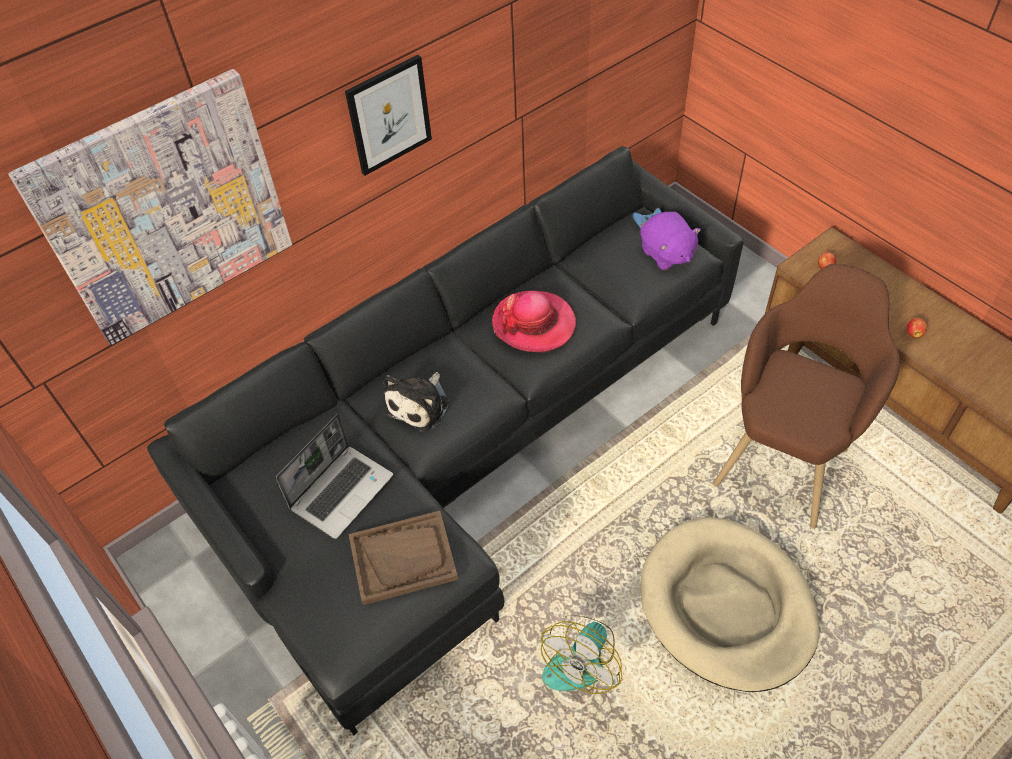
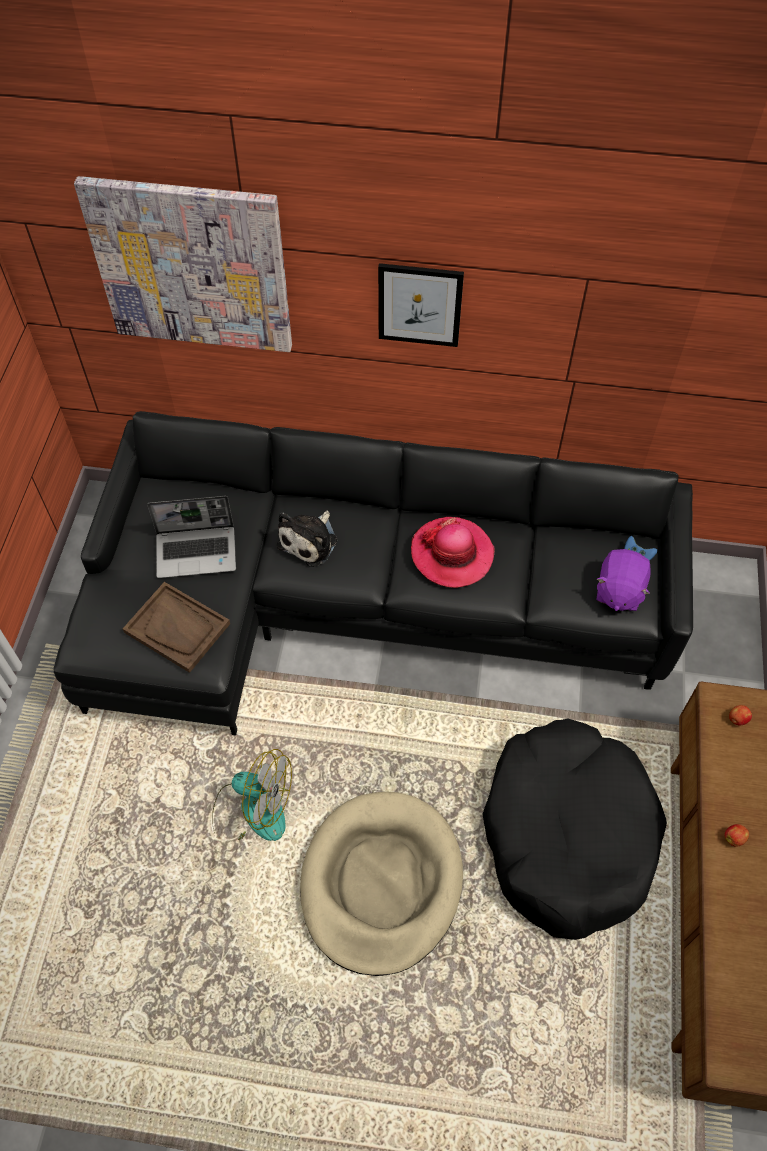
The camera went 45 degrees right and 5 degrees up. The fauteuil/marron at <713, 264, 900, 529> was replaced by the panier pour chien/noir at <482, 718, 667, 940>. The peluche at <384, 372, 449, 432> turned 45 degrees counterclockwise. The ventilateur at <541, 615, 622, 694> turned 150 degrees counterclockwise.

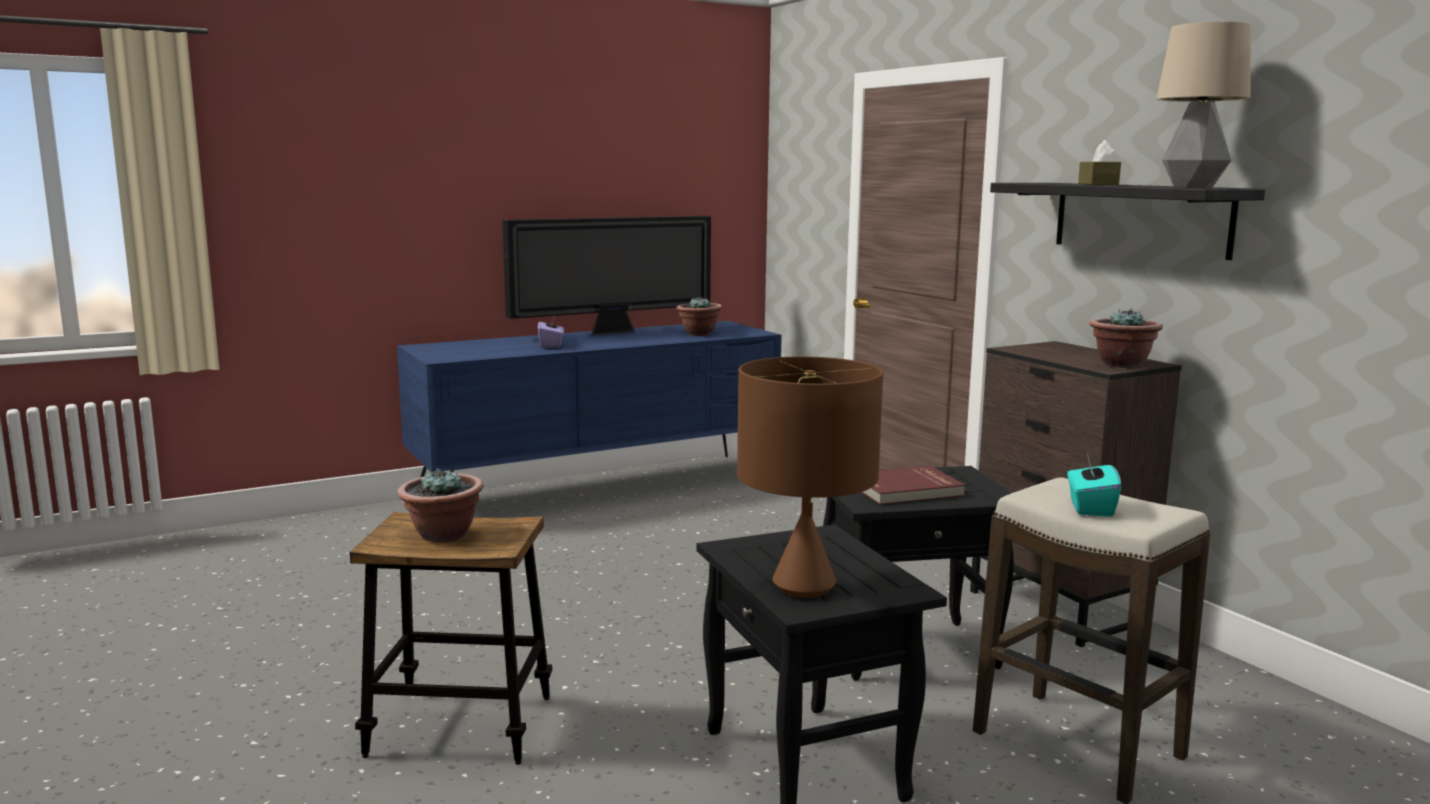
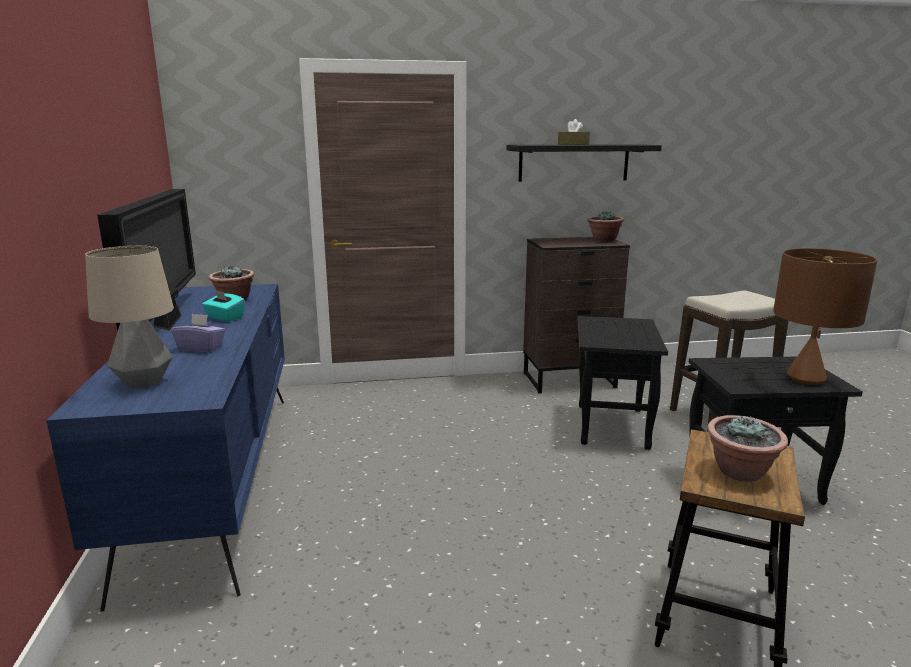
The camera went 70 degrees left and 5 degrees up. The livre/rouge at <861, 466, 966, 505> disappeared. The boîte à mouchoirs/turquoise moved from <1067, 454, 1121, 517> to <202, 289, 245, 322>. The lampe de table moved from <1156, 22, 1251, 188> to <85, 246, 174, 388>.

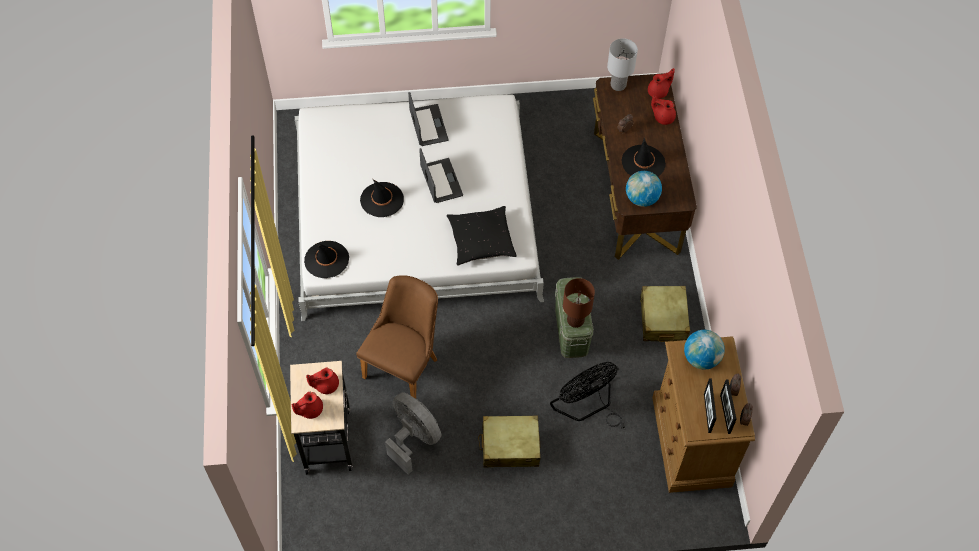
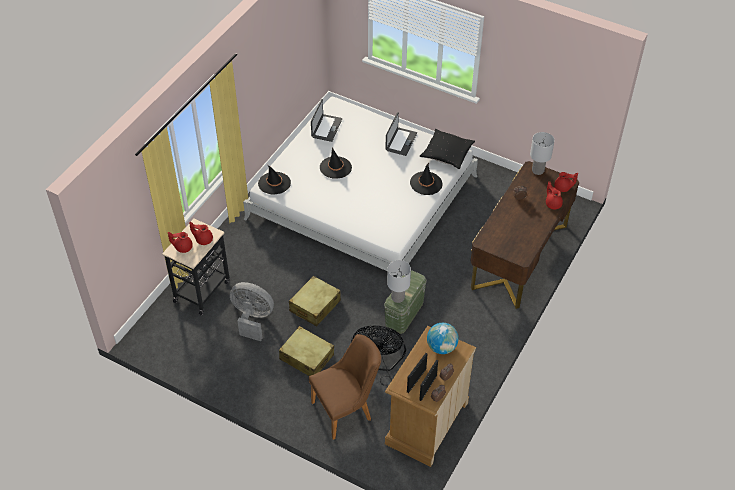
The camera went 35 degrees right and 10 degrees down. The globe at <626, 171, 662, 207> disappeared. The chaise/marron moved from <356, 275, 438, 398> to <309, 334, 381, 440>. The ordinateur portable moved from <419, 148, 463, 203> to <311, 99, 342, 142>. The coussin/noir moved from <447, 206, 517, 266> to <420, 129, 475, 169>. The chapeau/noir moved from <621, 137, 666, 177> to <410, 163, 443, 195>. The valise/beige moved from <640, 286, 690, 342> to <289, 276, 341, 326>. The lampe de table/marron at <563, 278, 595, 328> became the lampe de table/gris at <387, 260, 411, 303>. The ventilateur/gris at <385, 392, 441, 474> turned 60 degrees counterclockwise.

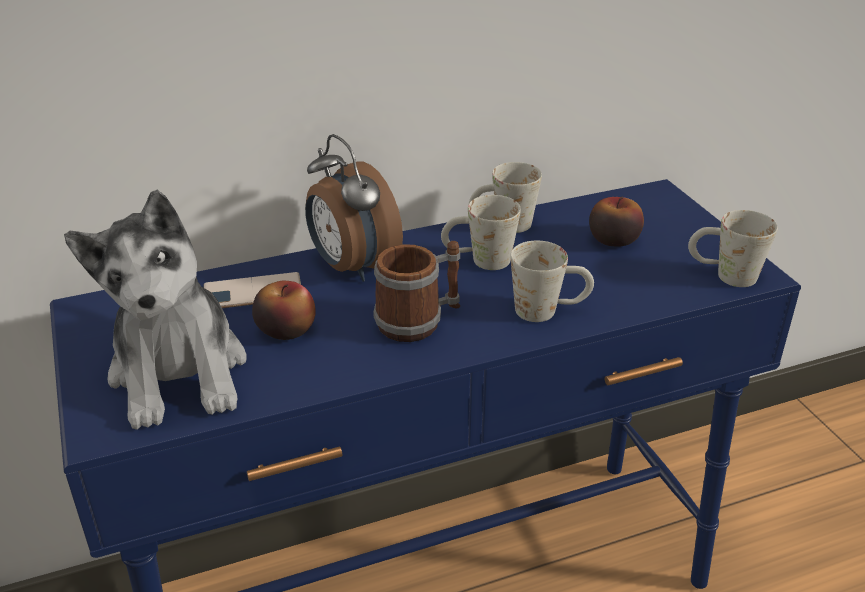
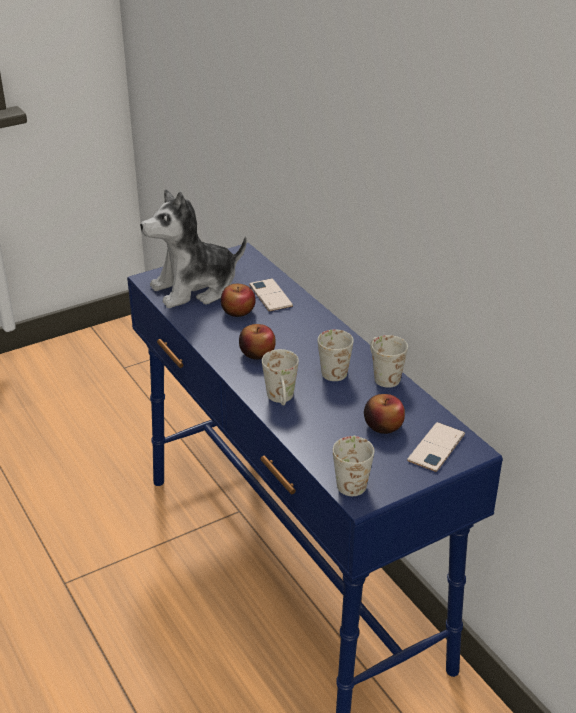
The camera went 80 degrees right and 0 degrees up. The réveil at <305, 134, 403, 282> disappeared. The téléphone at <407, 422, 465, 472> appeared. The mug at <373, 241, 460, 342> was replaced by the pomme at <239, 324, 276, 359>.

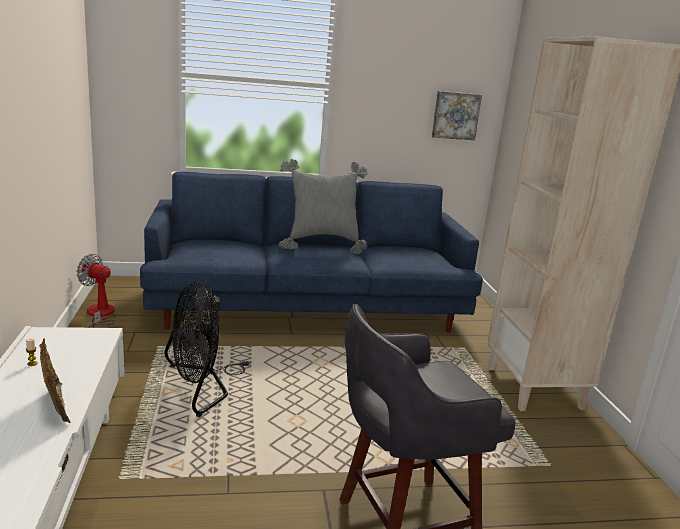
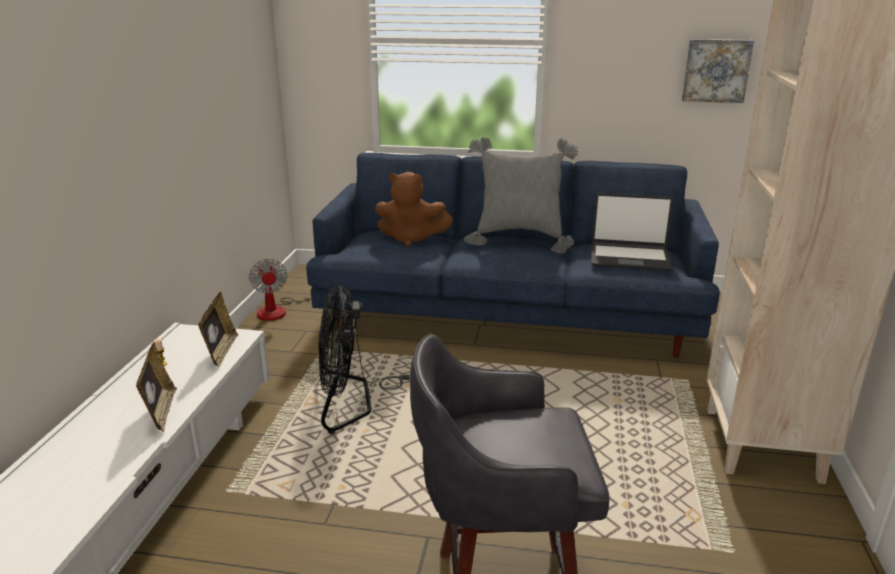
The camera went 20 degrees right and 5 degrees up. The cadre photo at <198, 292, 239, 367> appeared. The peluche/marron at <375, 172, 453, 247> appeared. The ordinateur portable at <591, 193, 674, 271> appeared. The ventilateur at <77, 254, 117, 328> turned 150 degrees counterclockwise.

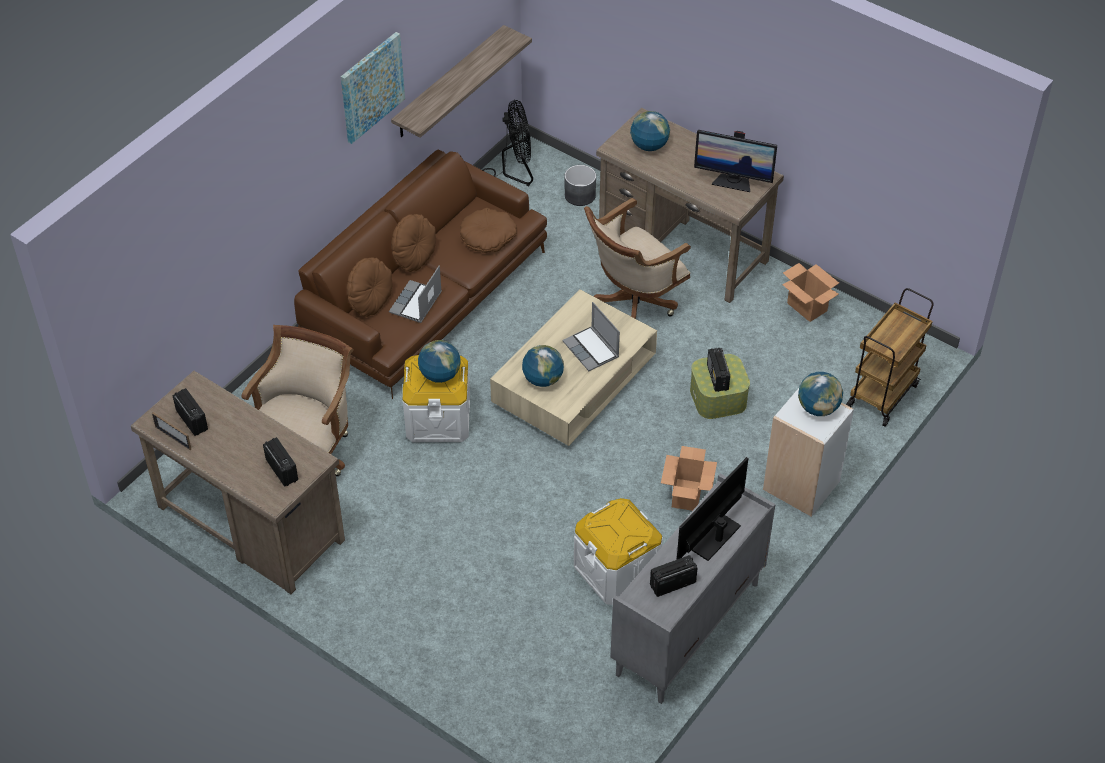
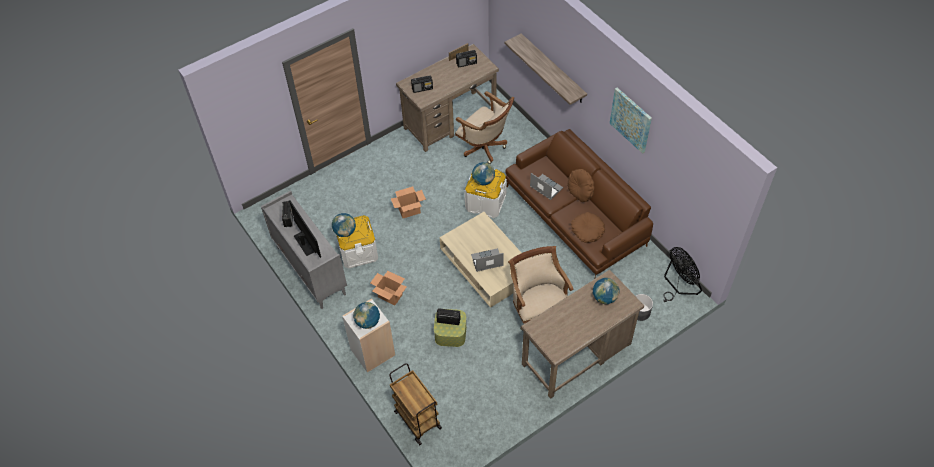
The camera went 110 degrees right and 5 degrees up. The coussin/marron at <347, 257, 392, 317> disappeared. The écran d'ordinateur at <694, 130, 777, 192> disappeared. The étagère moved from <391, 25, 532, 138> to <505, 33, 587, 105>. The globe moved from <522, 345, 564, 387> to <332, 213, 356, 237>. The carton moved from <782, 263, 839, 322> to <391, 187, 426, 218>. The ventilateur/noir at <483, 99, 533, 186> turned 135 degrees counterclockwise.

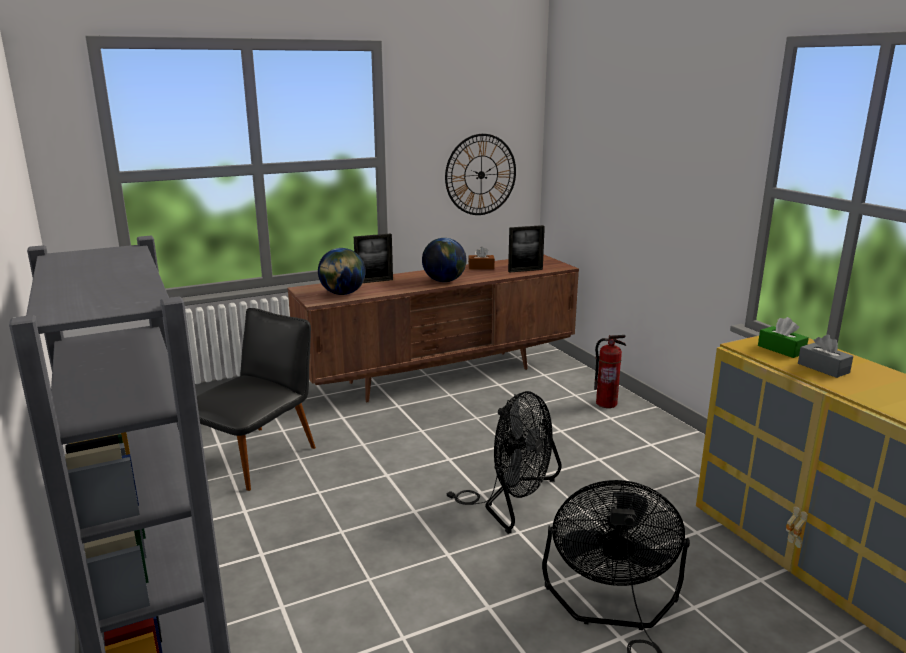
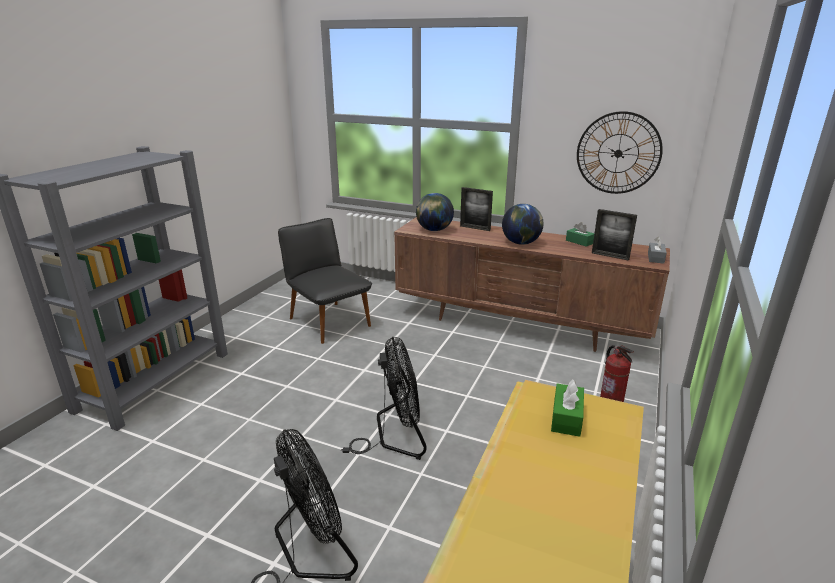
The camera went 50 degrees right and 5 degrees up. The boîte à mouchoirs/gris moved from <798, 334, 853, 378> to <648, 237, 667, 264>. The boîte à mouchoirs/marron at <468, 247, 495, 269> became the boîte à mouchoirs/vert at <566, 222, 594, 247>. The chaise/noir at <197, 308, 316, 491> turned 120 degrees counterclockwise. The ventilateur/noir at <447, 391, 562, 534> turned 90 degrees counterclockwise.

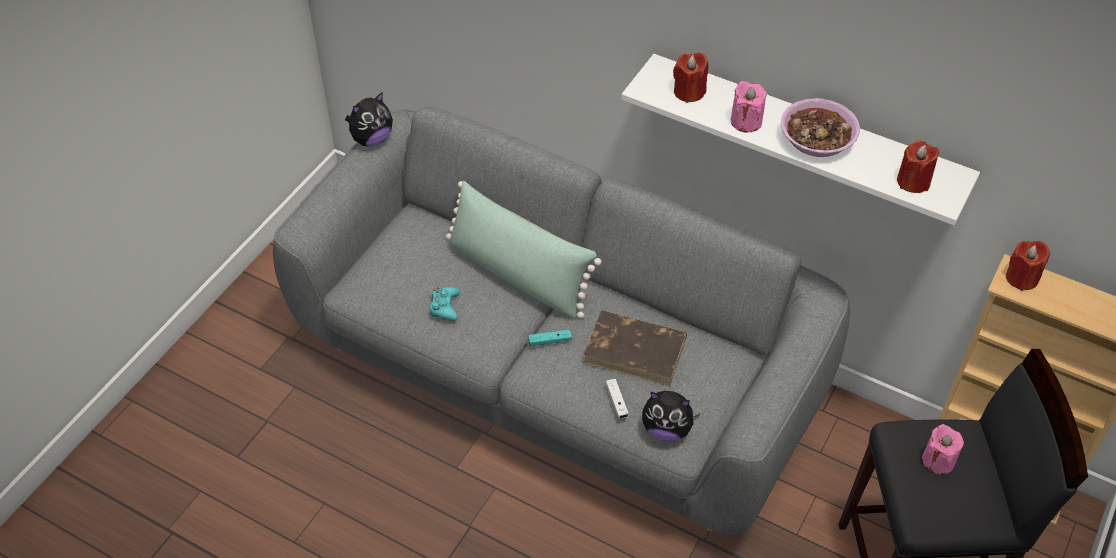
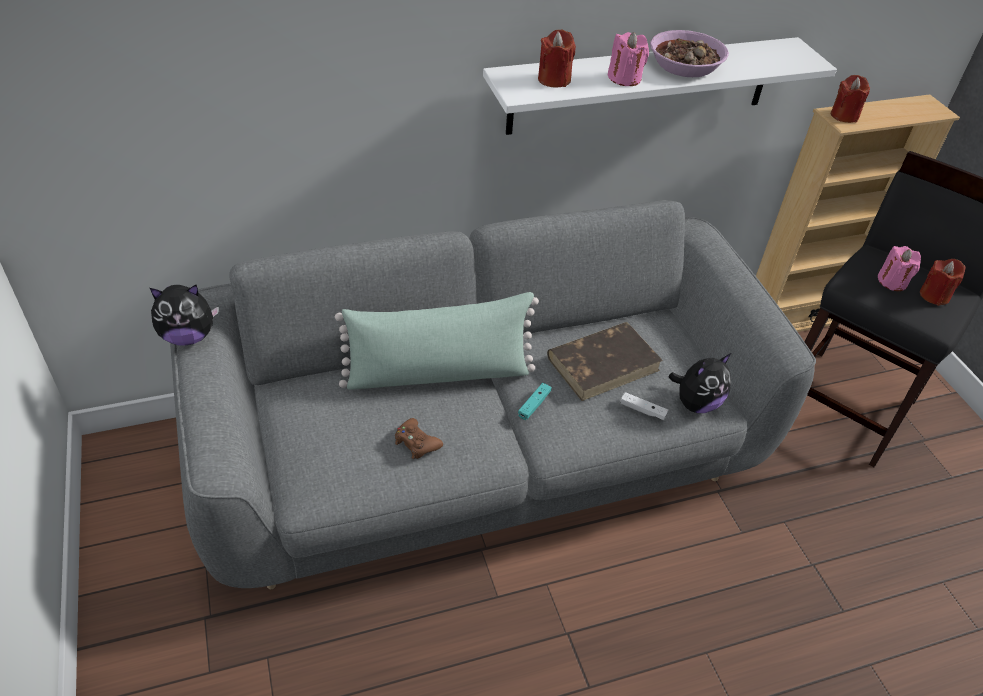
The camera went 50 degrees left and 5 degrees down. The bougie/rouge moved from <897, 141, 940, 193> to <920, 259, 966, 306>. The manette/turquoise at <430, 287, 460, 321> became the manette/marron at <395, 418, 443, 459>. The peluche at <345, 92, 393, 147> turned 75 degrees clockwise.

